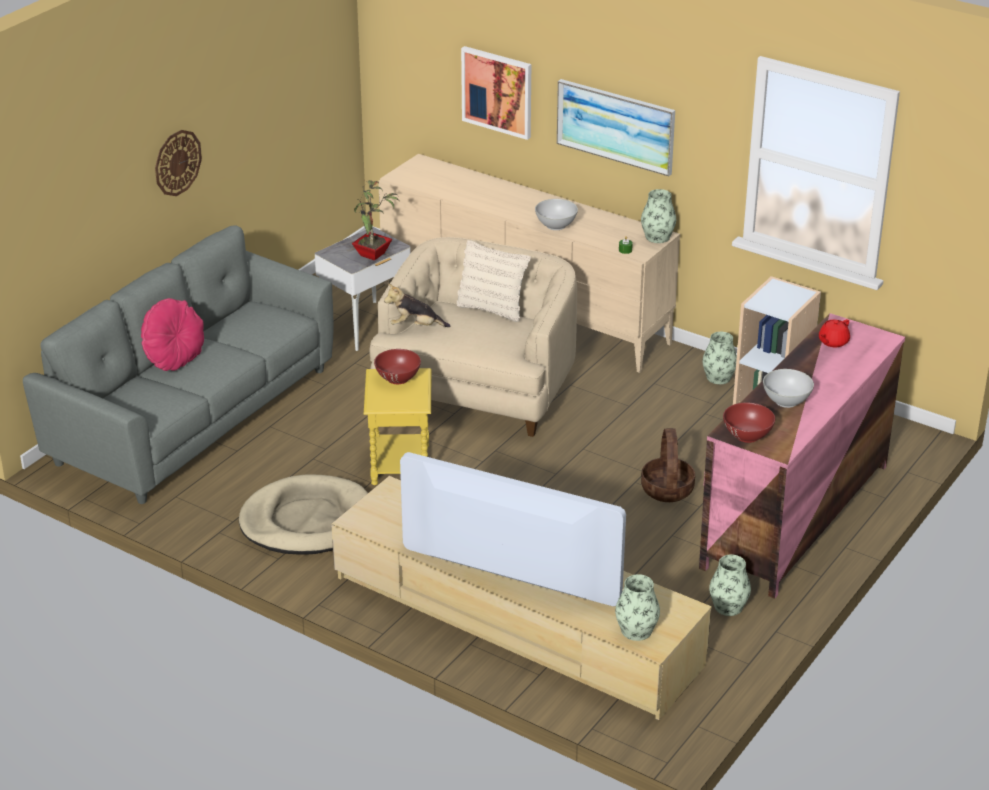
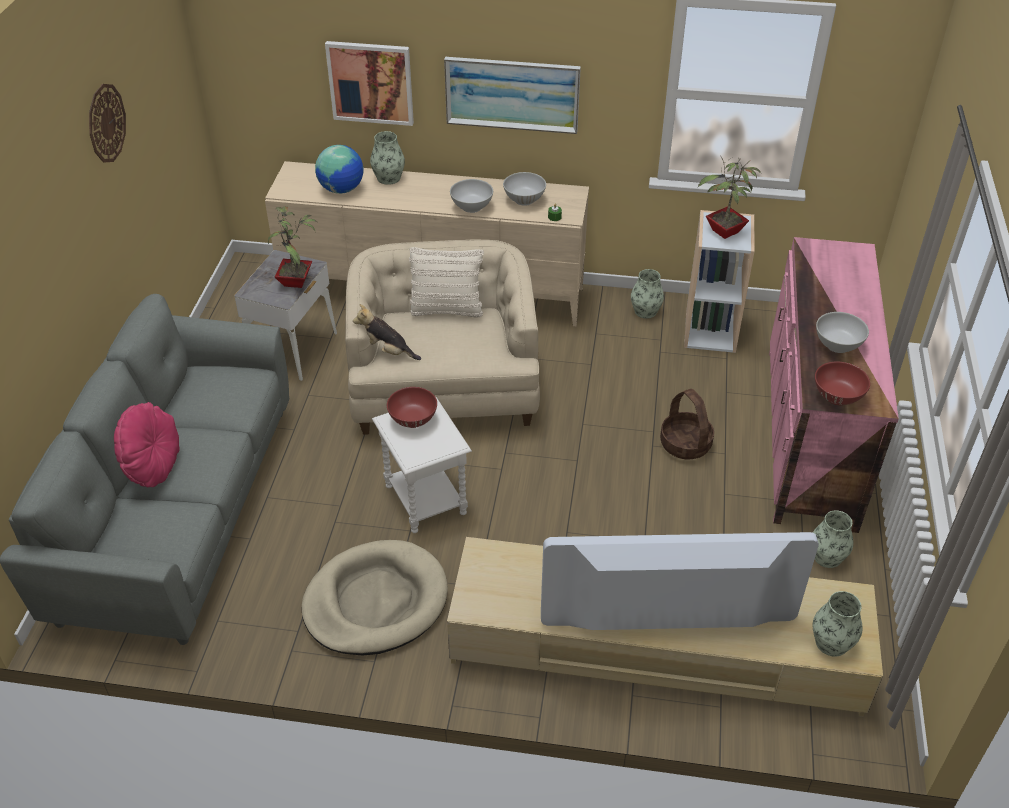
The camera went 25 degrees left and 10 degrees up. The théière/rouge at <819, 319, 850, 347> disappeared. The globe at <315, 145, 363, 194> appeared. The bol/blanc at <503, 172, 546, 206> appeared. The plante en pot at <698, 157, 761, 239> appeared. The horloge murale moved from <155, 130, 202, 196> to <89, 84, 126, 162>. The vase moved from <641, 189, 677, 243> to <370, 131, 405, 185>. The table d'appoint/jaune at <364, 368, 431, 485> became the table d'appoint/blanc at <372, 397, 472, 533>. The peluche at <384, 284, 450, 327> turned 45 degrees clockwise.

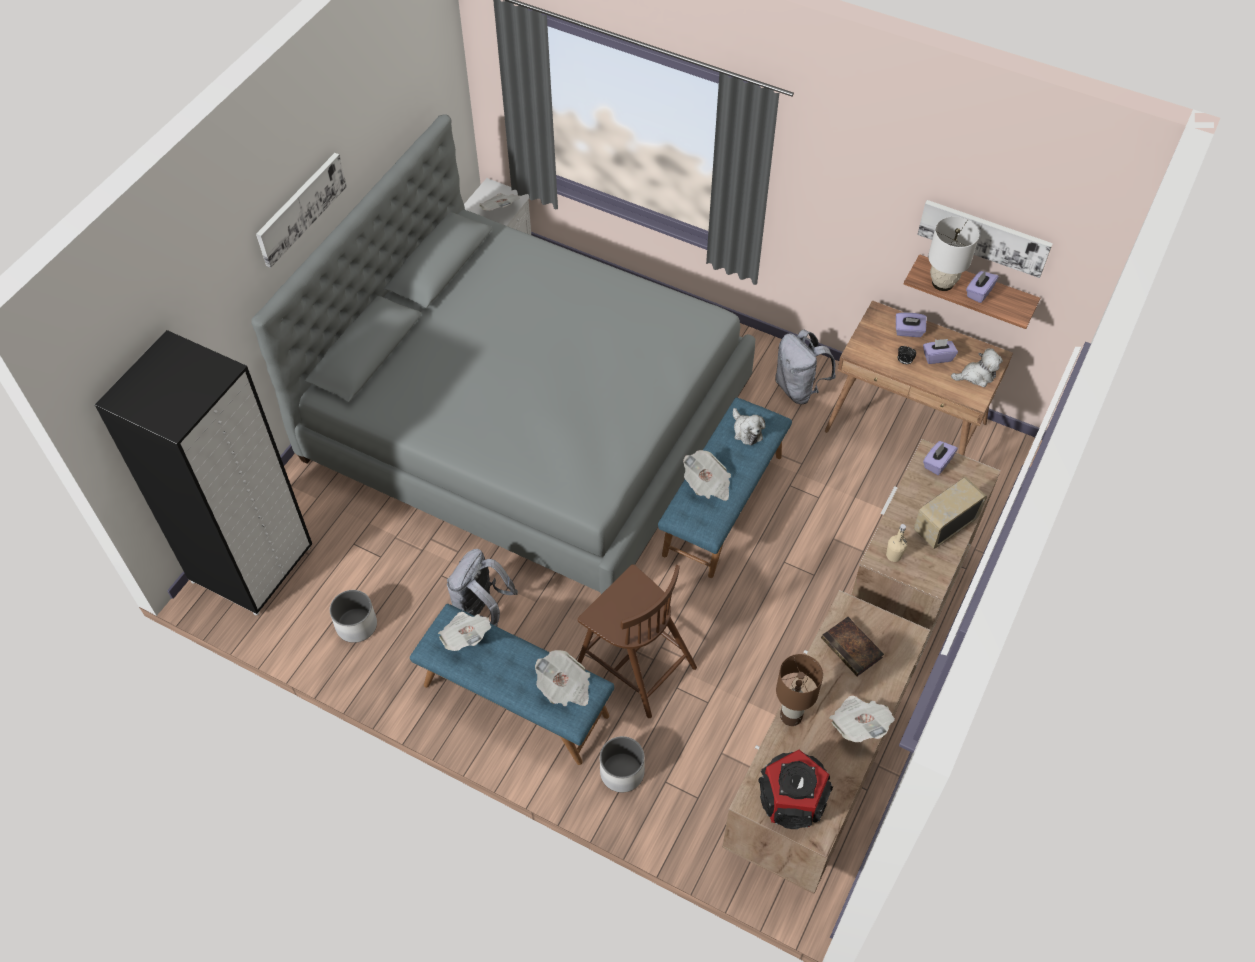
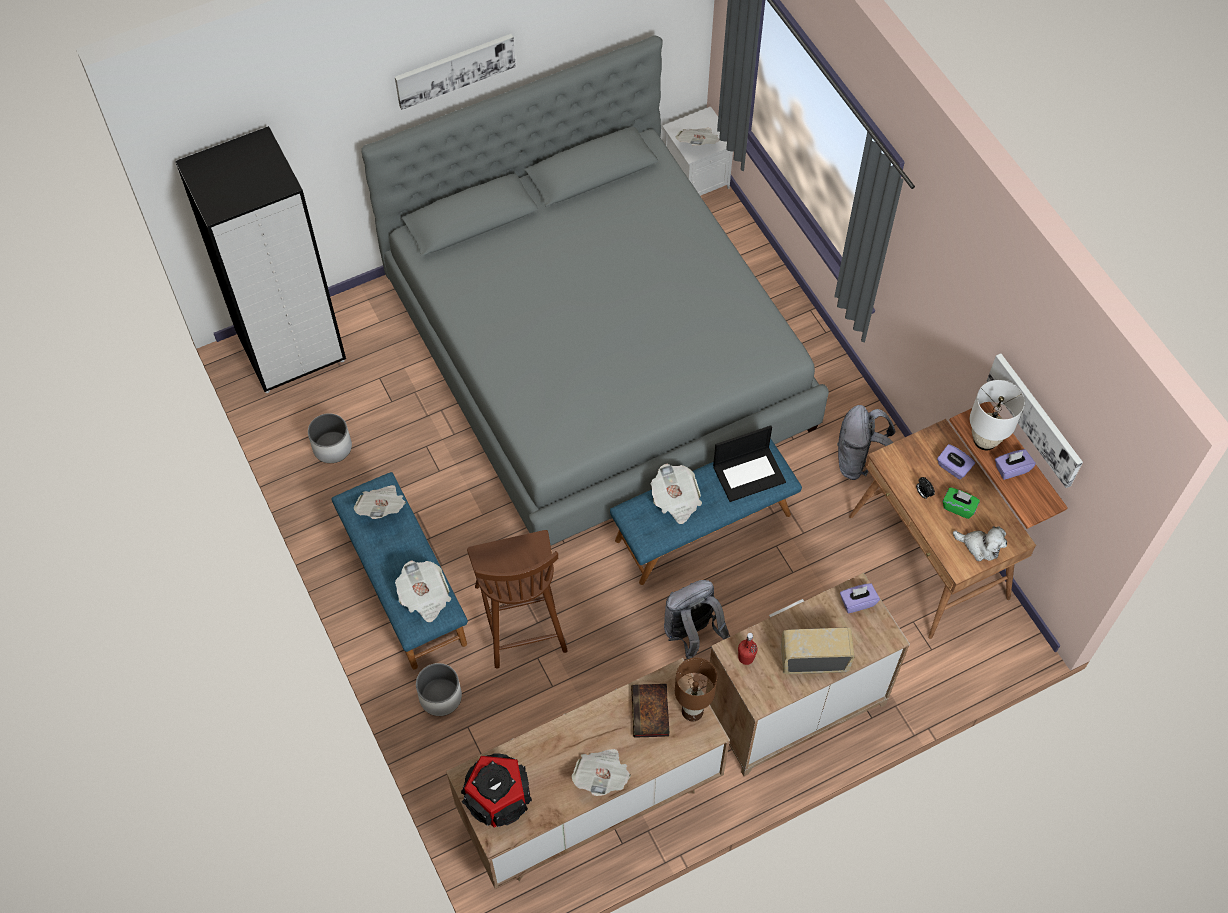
The camera went 35 degrees right and 5 degrees up. The sac à dos/gris moved from <447, 549, 518, 627> to <664, 580, 730, 659>. The lampe de table/marron moved from <776, 654, 823, 726> to <675, 658, 717, 722>. The peluche at <733, 408, 765, 446> was replaced by the ordinateur portable at <713, 425, 786, 502>. The bouteille/beige at <886, 524, 907, 562> became the bouteille/rouge at <738, 633, 758, 665>. The boîte à mouchoirs/violet at <923, 339, 958, 364> became the boîte à mouchoirs/vert at <943, 487, 980, 519>.

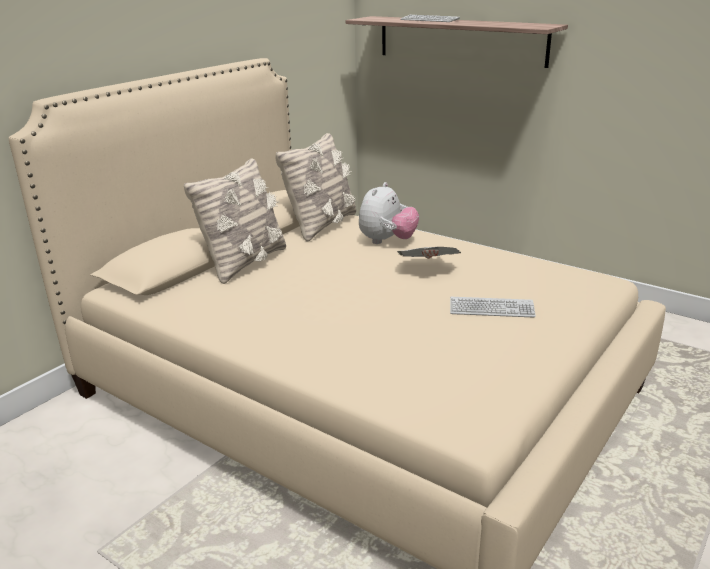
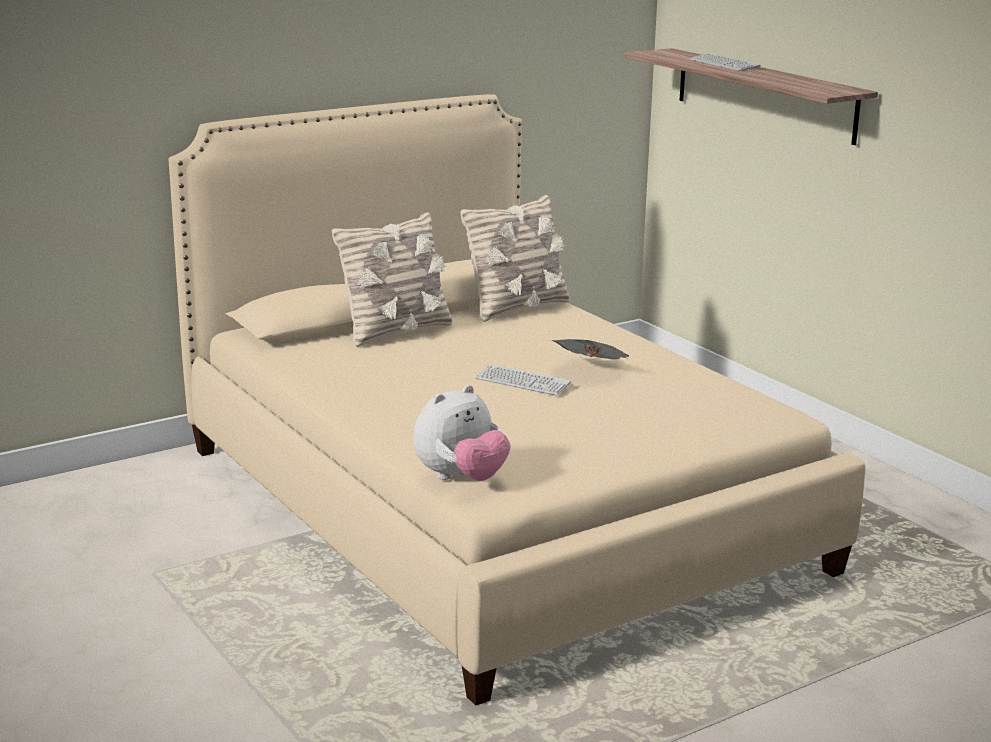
The camera went 20 degrees right and 5 degrees down. The peluche moved from <359, 182, 419, 244> to <413, 385, 511, 481>. The clavier moved from <450, 297, 536, 318> to <475, 364, 571, 396>.

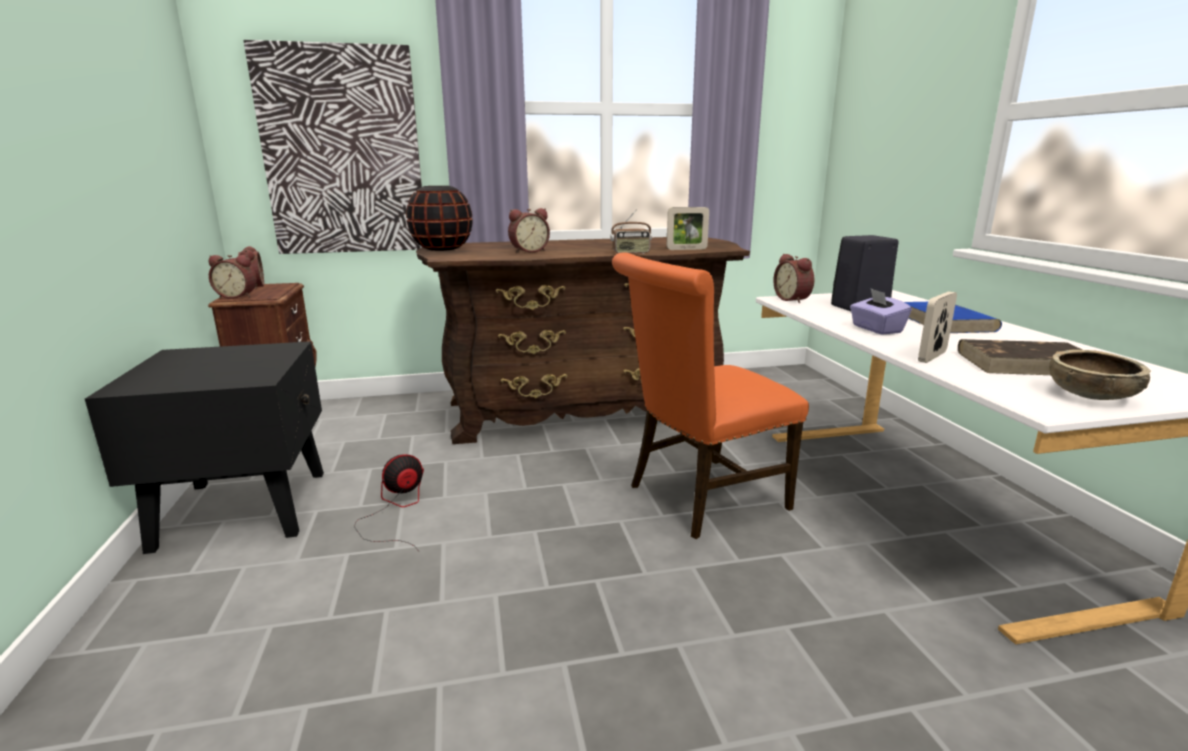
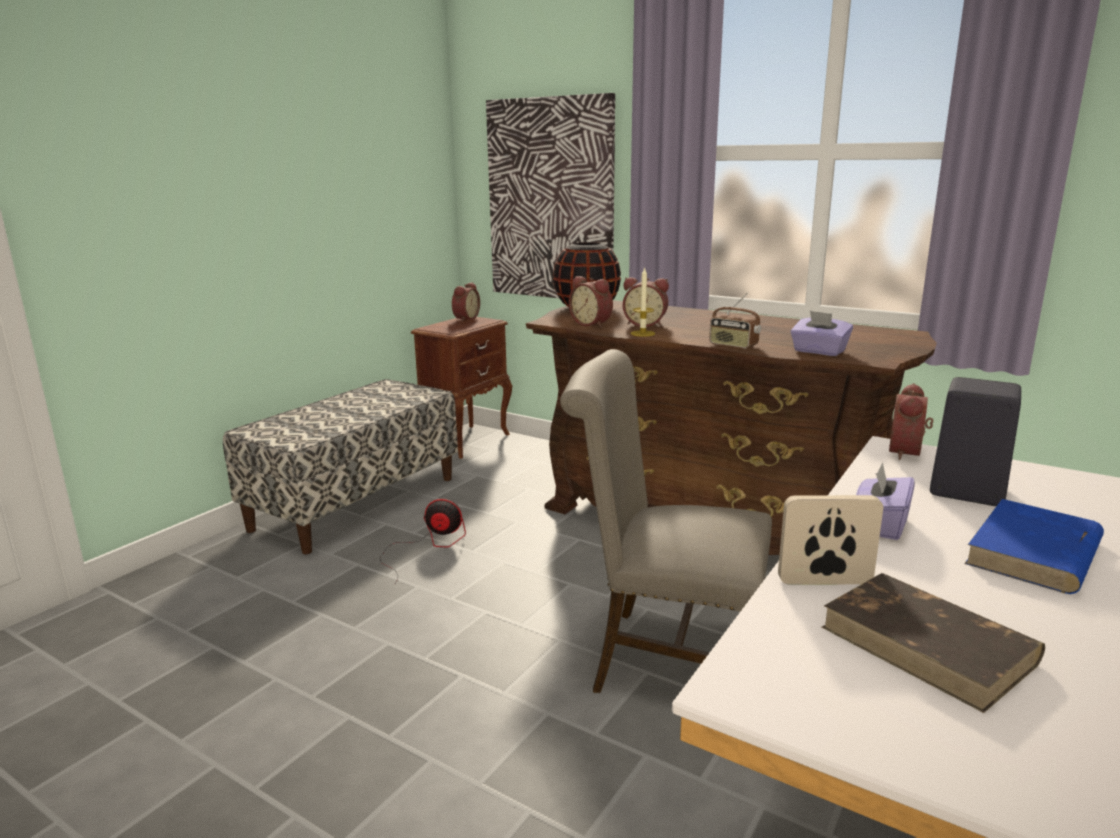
The camera went 45 degrees right and 0 degrees up. The bol/marron at <1049, 349, 1151, 400> disappeared. The bougie at <631, 267, 655, 337> appeared. The réveil moved from <209, 255, 257, 299> to <569, 276, 613, 327>. The table de chevet/noir at <85, 341, 324, 554> was replaced by the banc at <223, 379, 458, 554>. The cadre photo at <667, 207, 709, 250> was replaced by the boîte à mouchoirs/violet at <790, 311, 853, 356>. The chaise/orange at <612, 253, 809, 539> became the chaise/beige at <560, 349, 772, 693>.

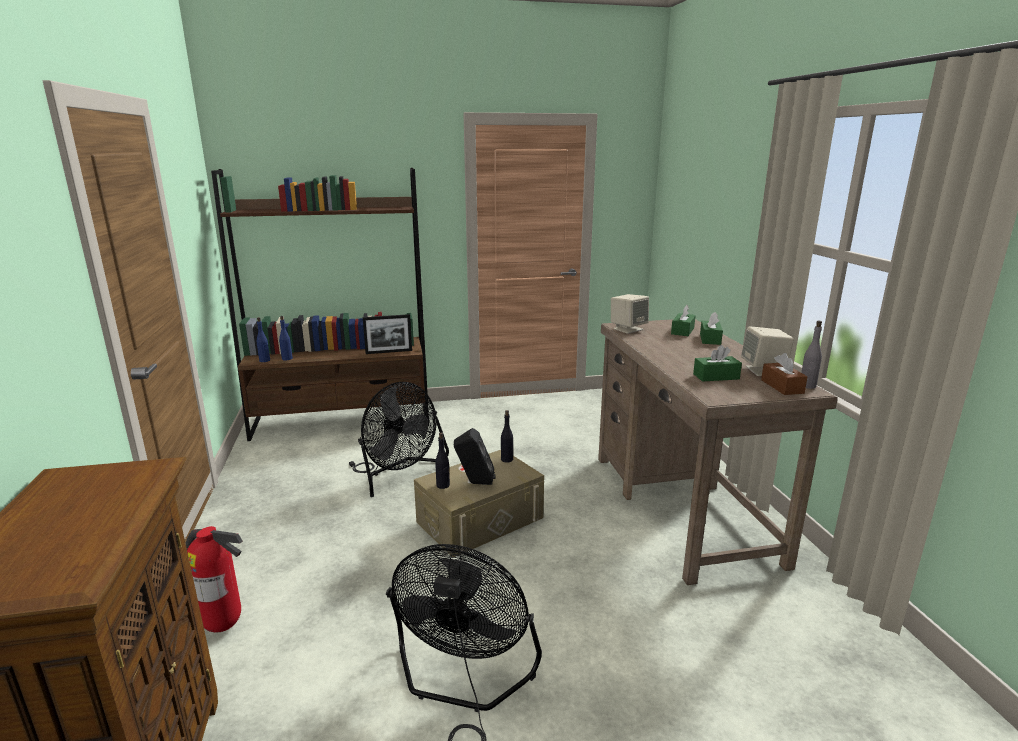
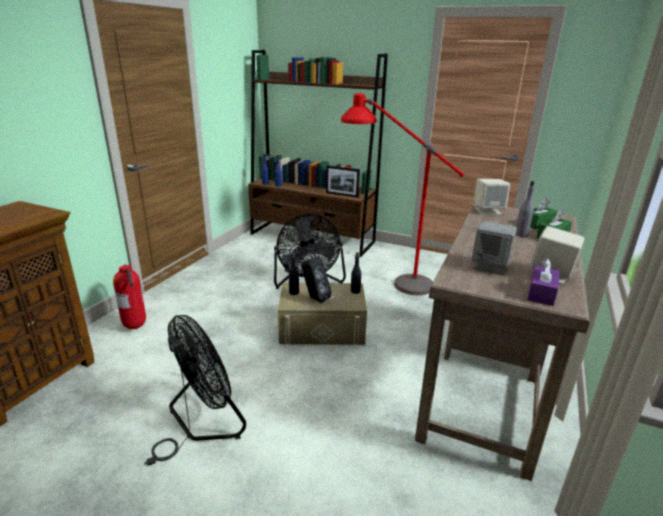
The camera went 35 degrees right and 5 degrees up. The lampadaire/rouge at <341, 93, 465, 295> appeared. The bouteille/gris moved from <801, 321, 822, 389> to <516, 181, 535, 237>. The boîte à mouchoirs/vert at <693, 345, 742, 382> was replaced by the enceinte/gris at <472, 221, 517, 274>. The boîte à mouchoirs/marron at <761, 353, 807, 395> became the boîte à mouchoirs/violet at <528, 258, 560, 306>.

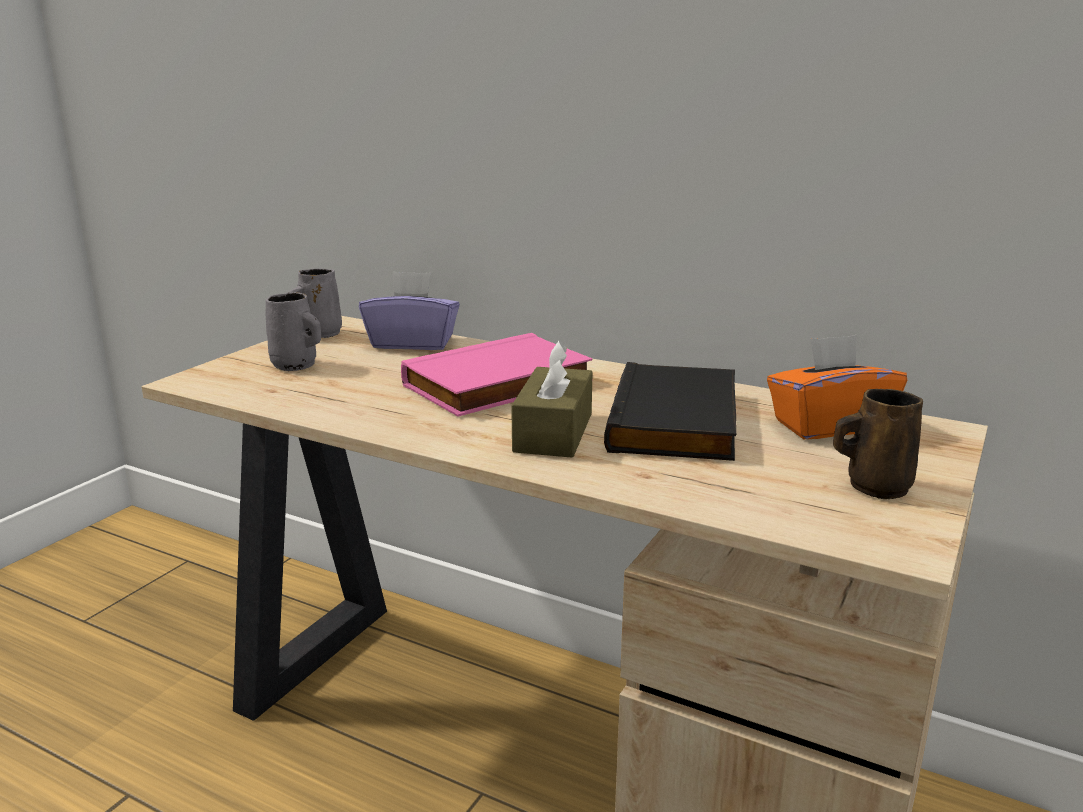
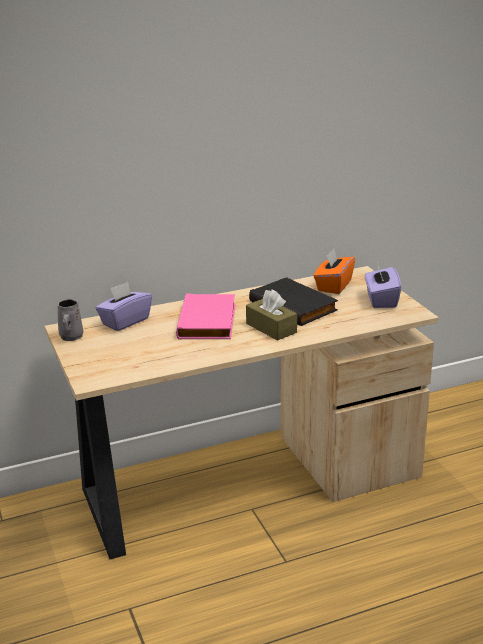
The camera went 50 degrees left and 5 degrees up. The mug/gris at <265, 292, 321, 371> disappeared. The mug/marron at <833, 389, 923, 499> was replaced by the boîte à mouchoirs/violet at <365, 261, 401, 308>.

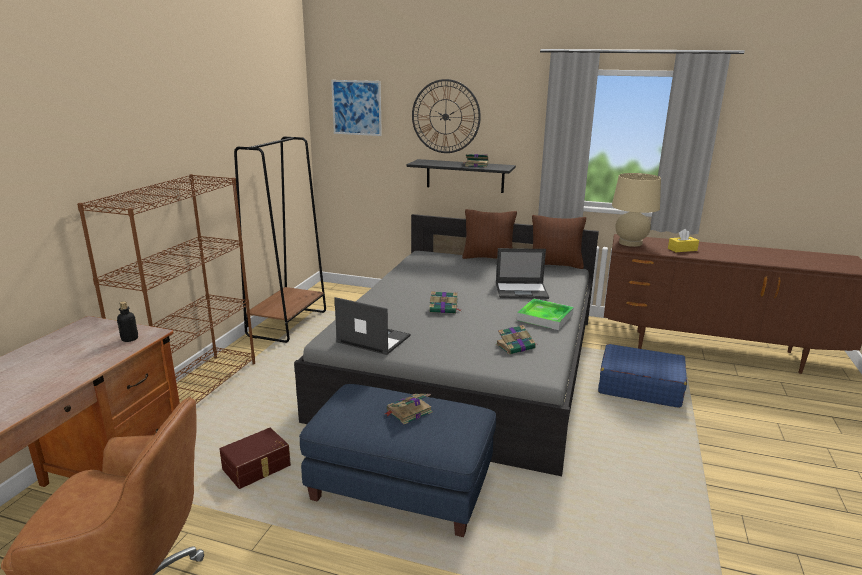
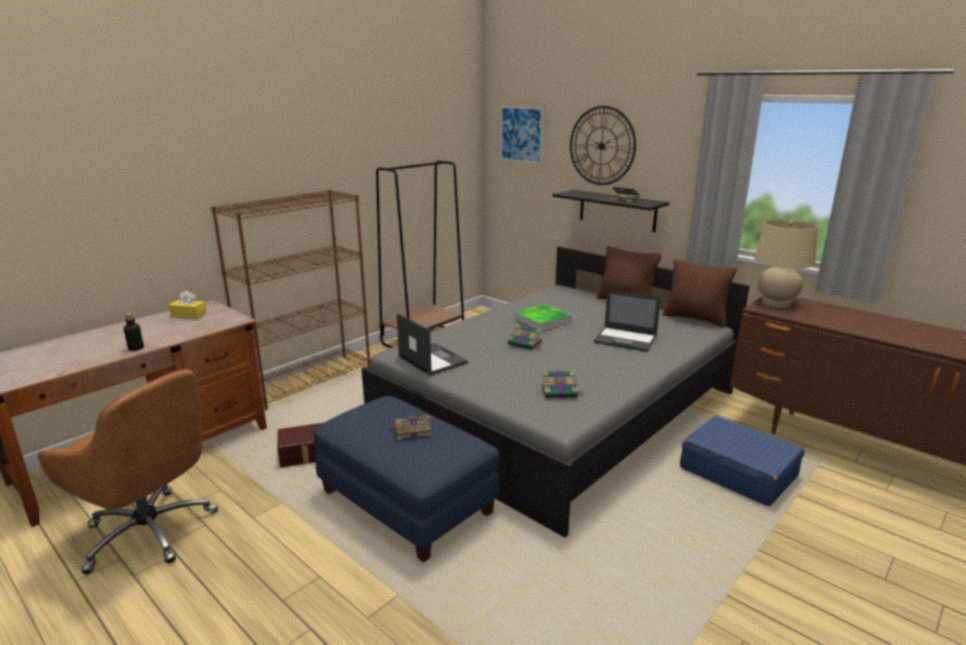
The camera went 25 degrees right and 0 degrees up. The bouteille moved from <117, 301, 138, 342> to <124, 313, 144, 351>. The plateau moved from <517, 298, 574, 330> to <515, 304, 571, 331>. The boîte à mouchoirs/jaune moved from <668, 229, 699, 252> to <169, 291, 207, 319>.

